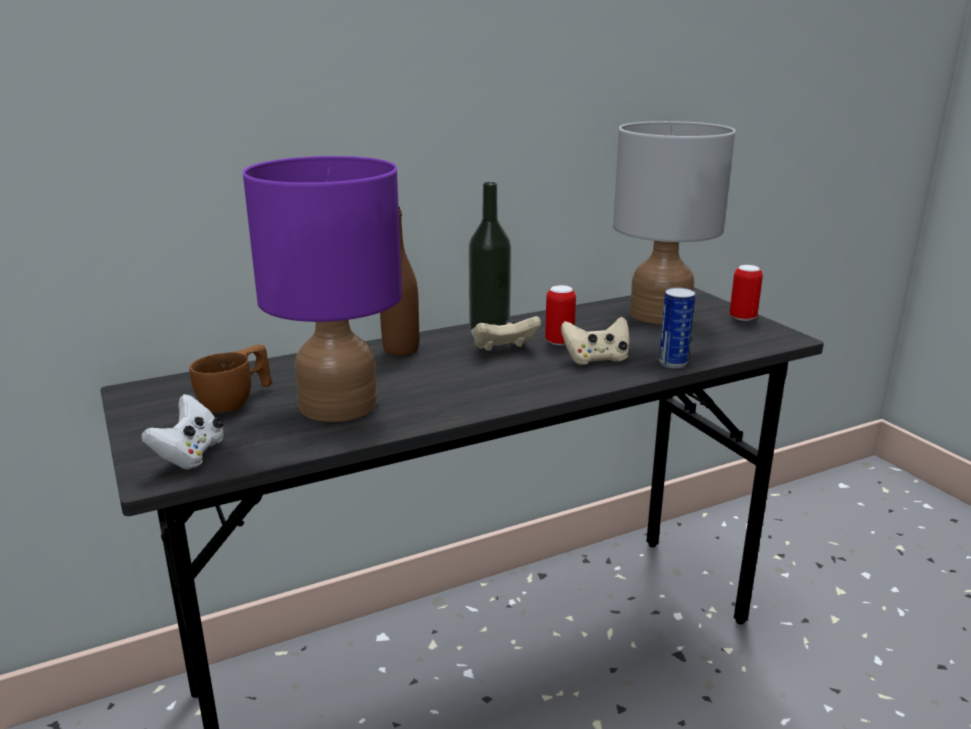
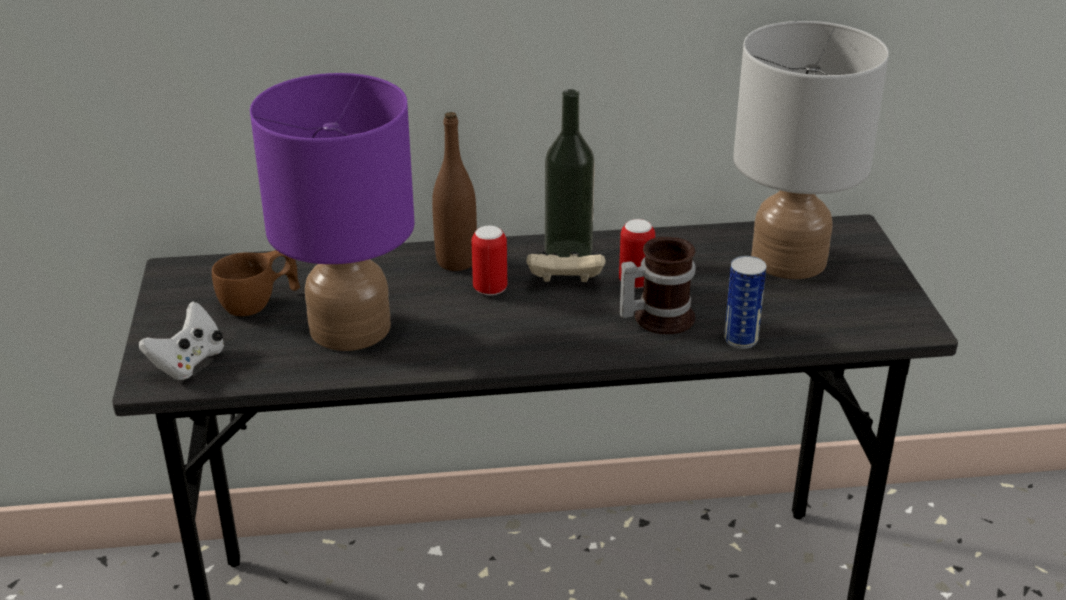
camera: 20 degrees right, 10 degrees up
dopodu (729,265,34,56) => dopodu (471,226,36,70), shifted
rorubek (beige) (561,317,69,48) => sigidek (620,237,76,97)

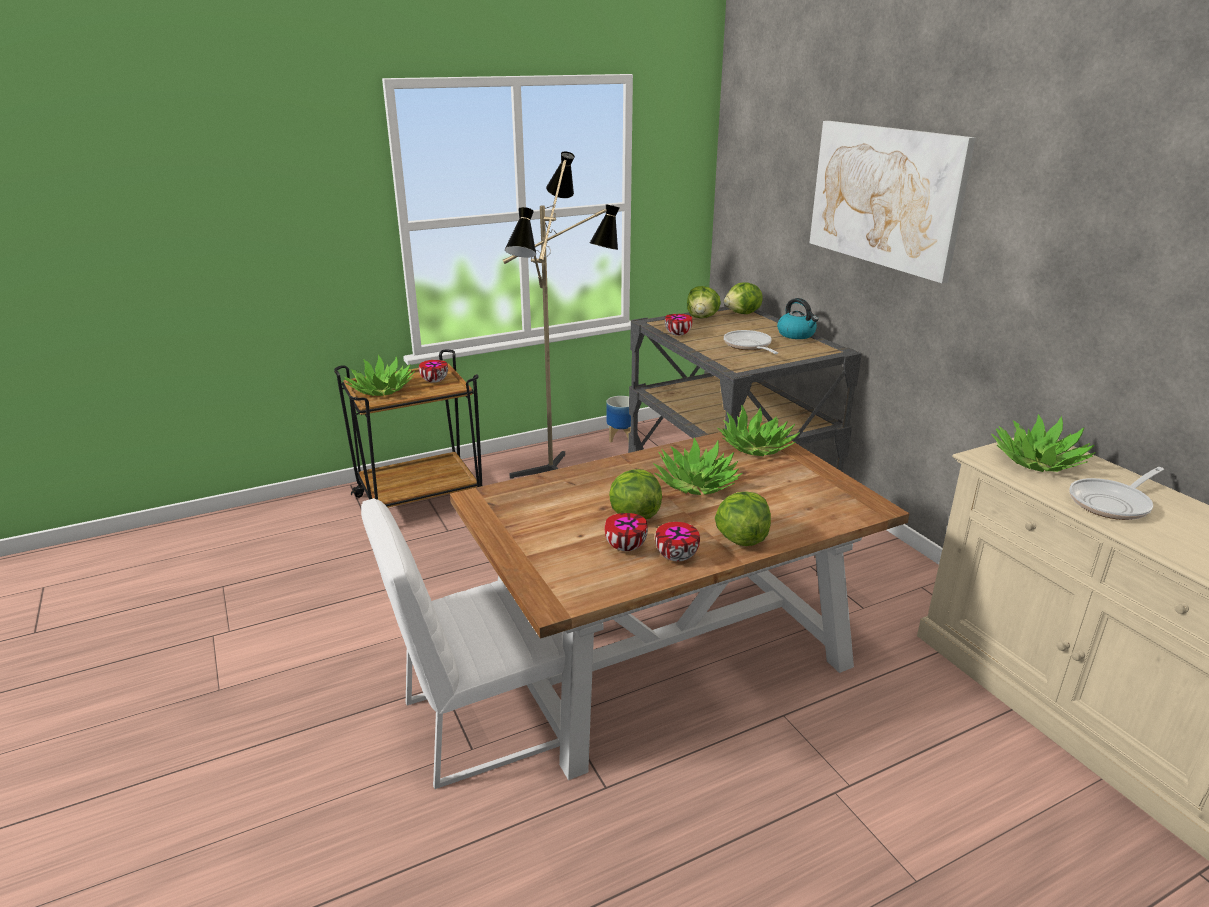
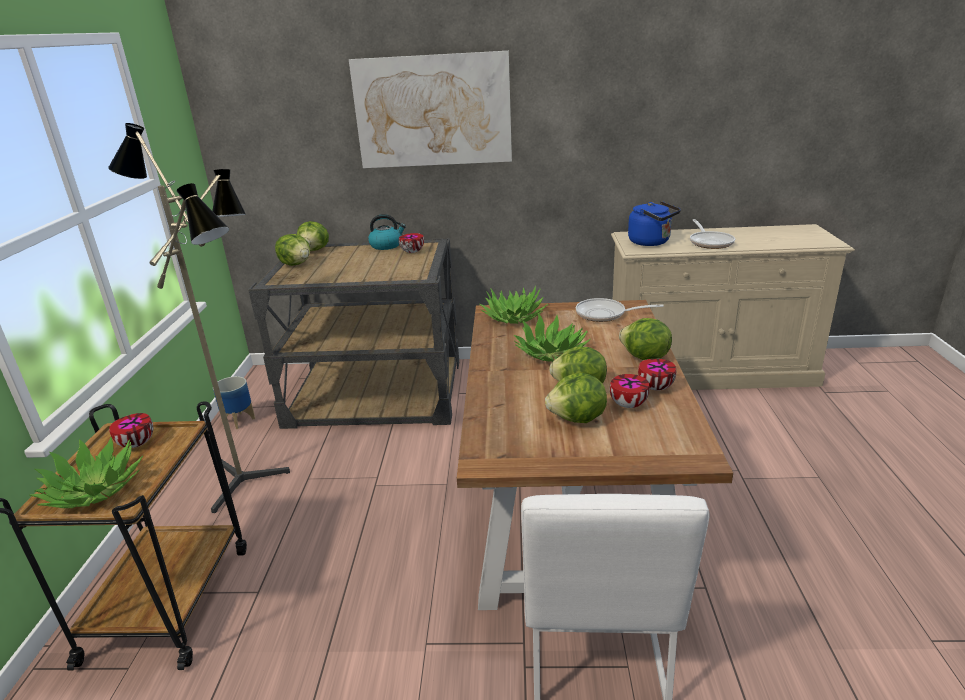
camera: 60 degrees left, 0 degrees up
nothing => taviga (545,373,62,50)
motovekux (665,314,27,22) => motovekux (399,233,25,20), shifted
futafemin (724,330,54,24) => futafemin (576,298,88,24), shifted
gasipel (991,414,105,58) => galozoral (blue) (628,201,53,45)

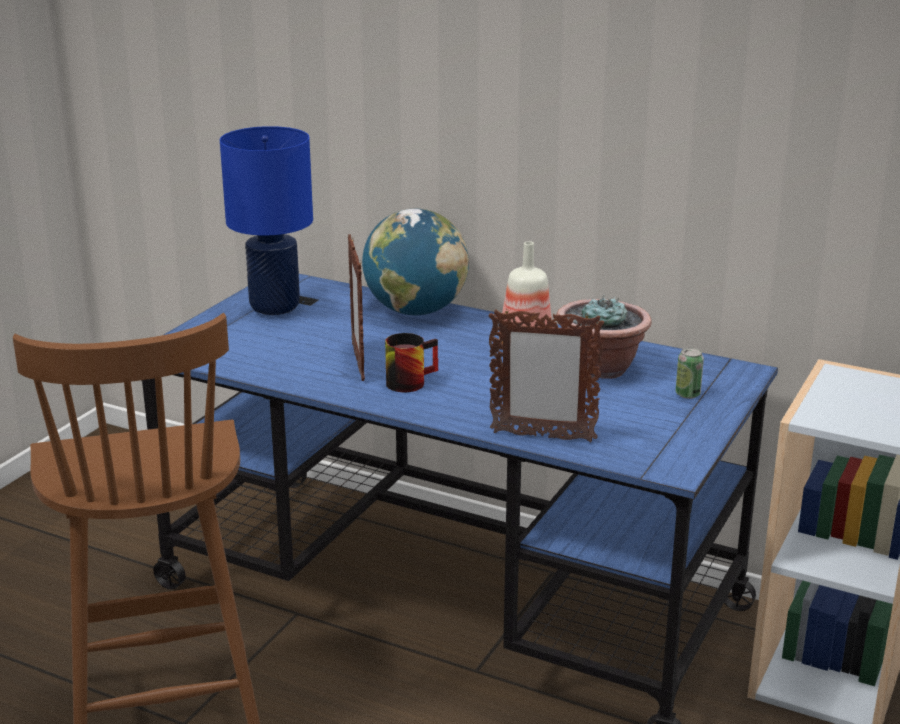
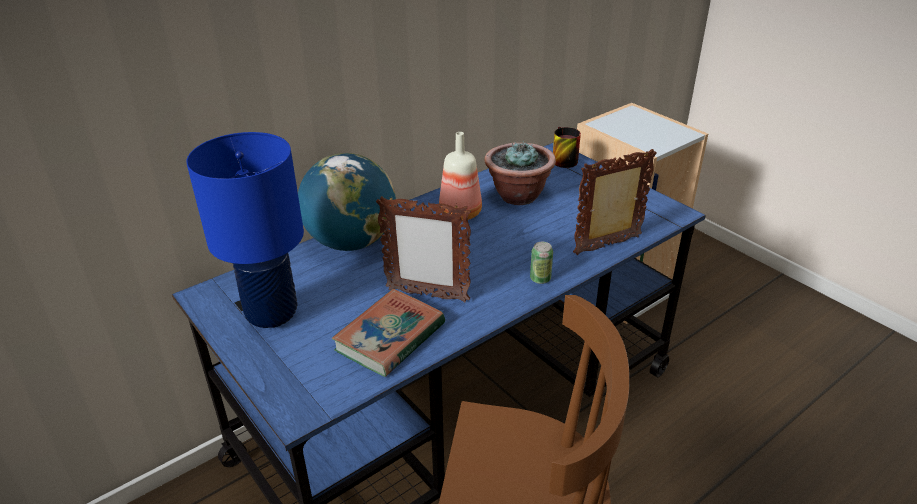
camera: 65 degrees left, 10 degrees up
nothing => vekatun (332,289,113,88)
sigidek (385,333,53,59) => sigidek (553,127,28,41), shifted
dopodu (676,347,28,52) => dopodu (530,242,23,42), shifted
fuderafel (489,309,115,133) => fuderafel (573,149,84,106), 150 degrees counterclockwise

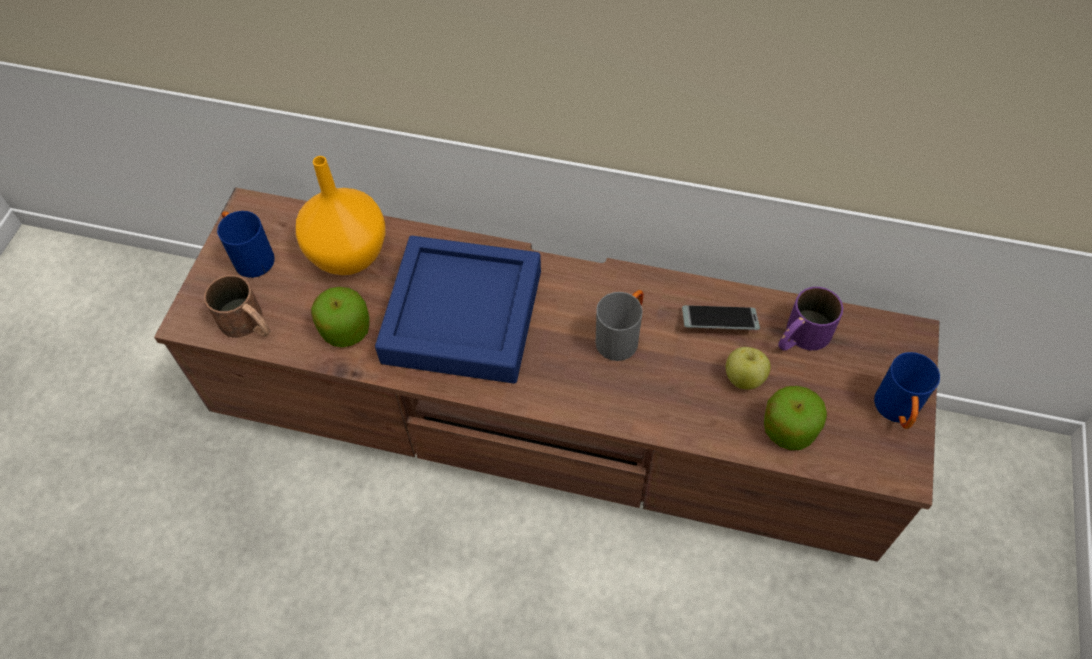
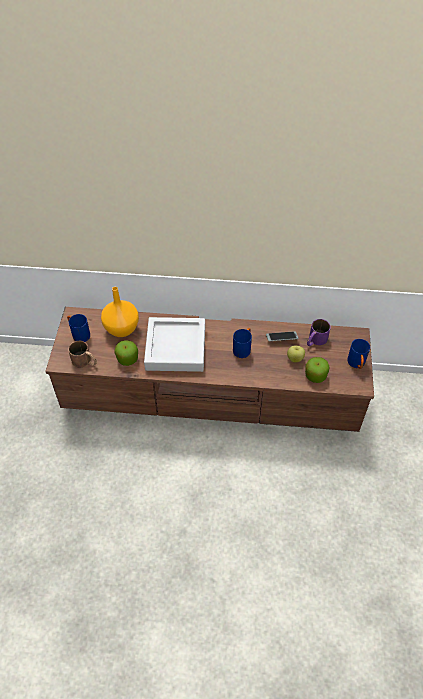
camera: 10 degrees left, 5 degrees down
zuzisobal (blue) (375,236,166,148) => zuzisobal (grey) (144,317,61,55)
sigidek (grey) (596,290,48,71) => sigidek (blue) (233,328,19,30)

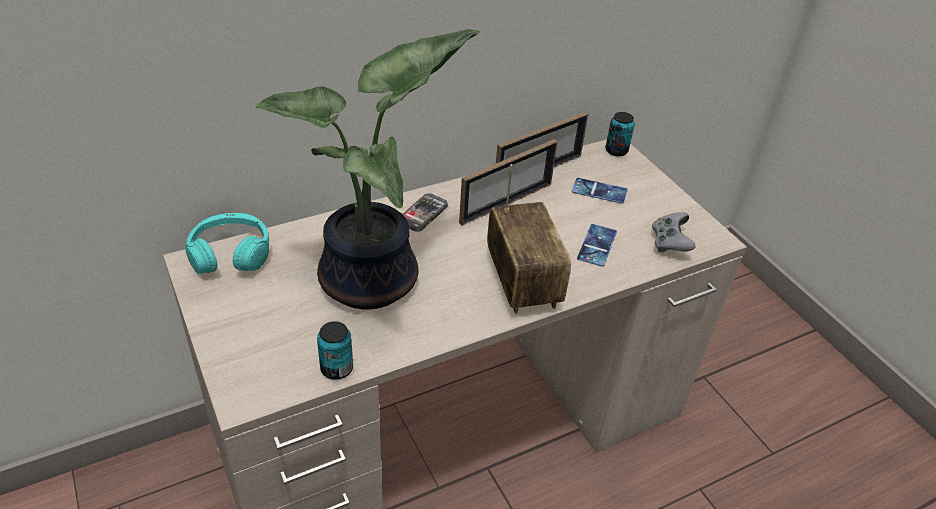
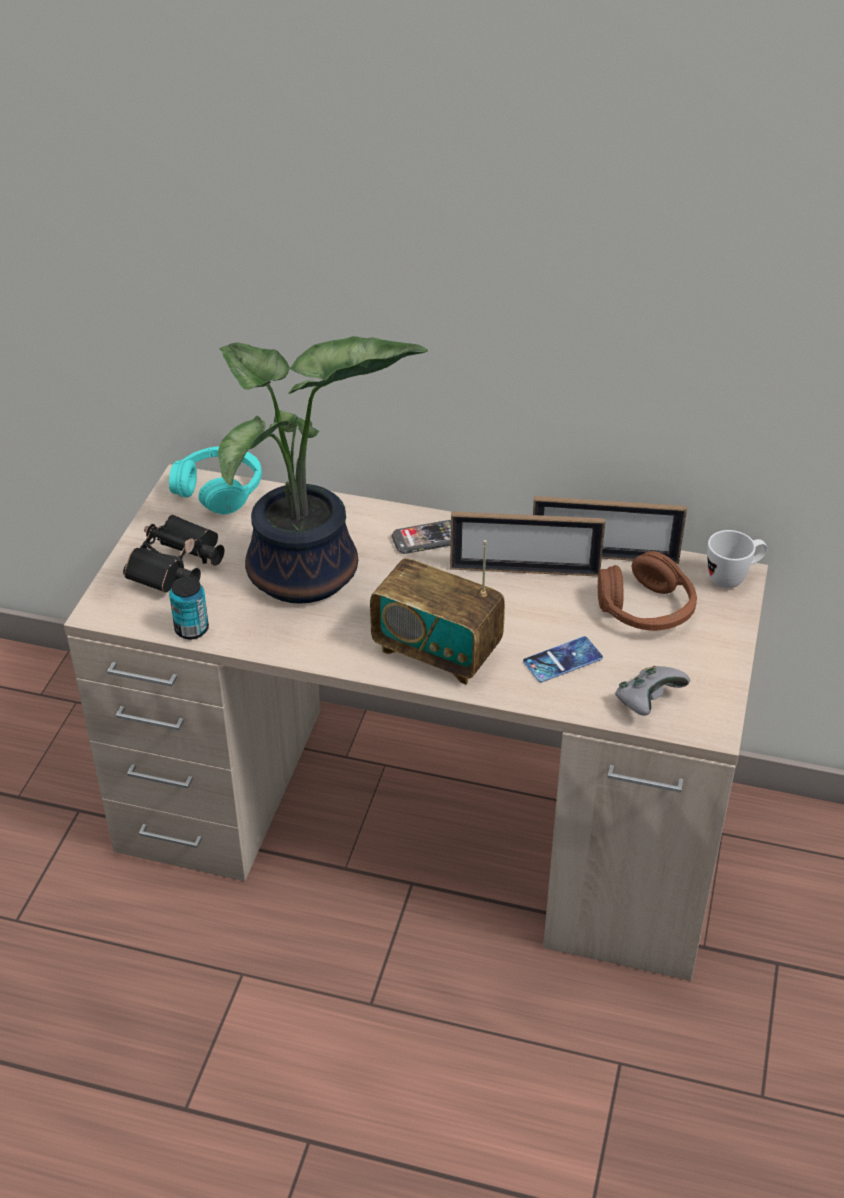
camera: 45 degrees right, 0 degrees up
nothing => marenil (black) (123,515,101,78)
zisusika (572,178,56,26) => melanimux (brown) (598,551,99,80)
dopodu (605,112,30,44) => sigidek (white) (707,530,61,58)
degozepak (487,164,84,150) => degozepak (370,540,135,145), 90 degrees clockwise

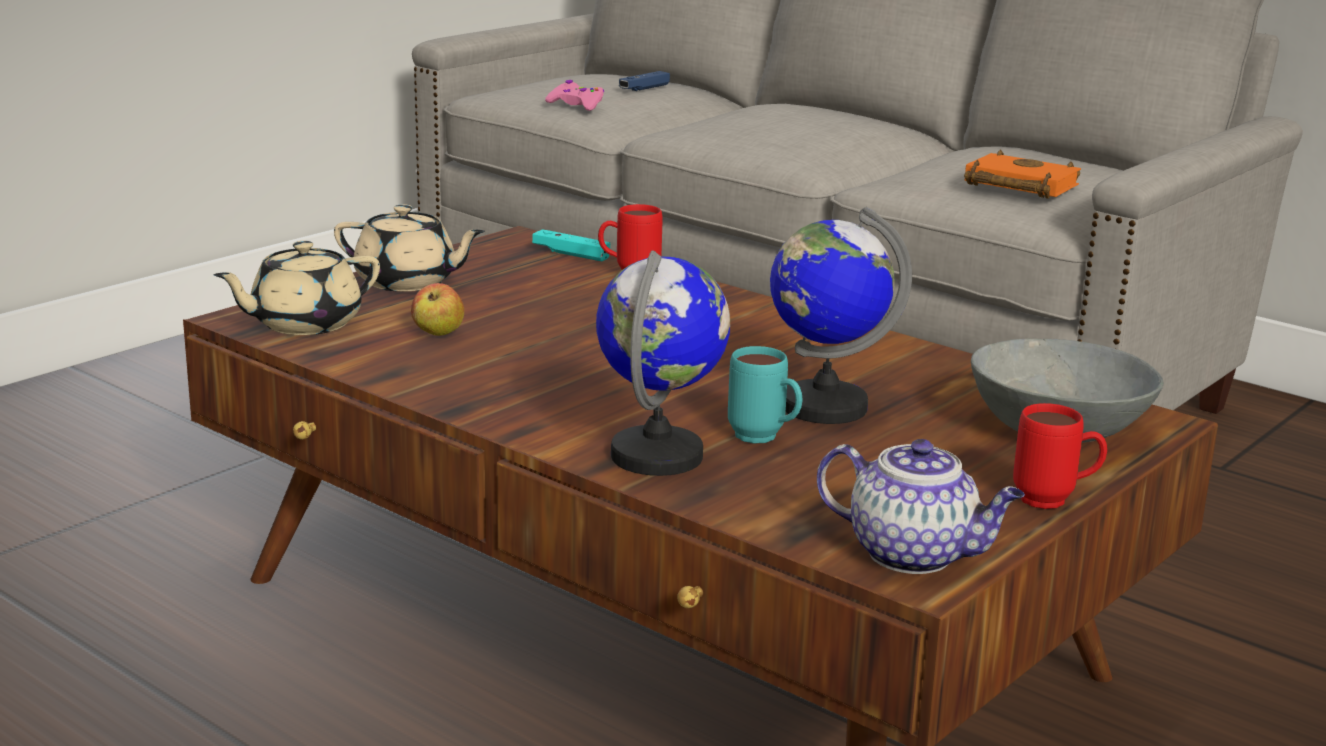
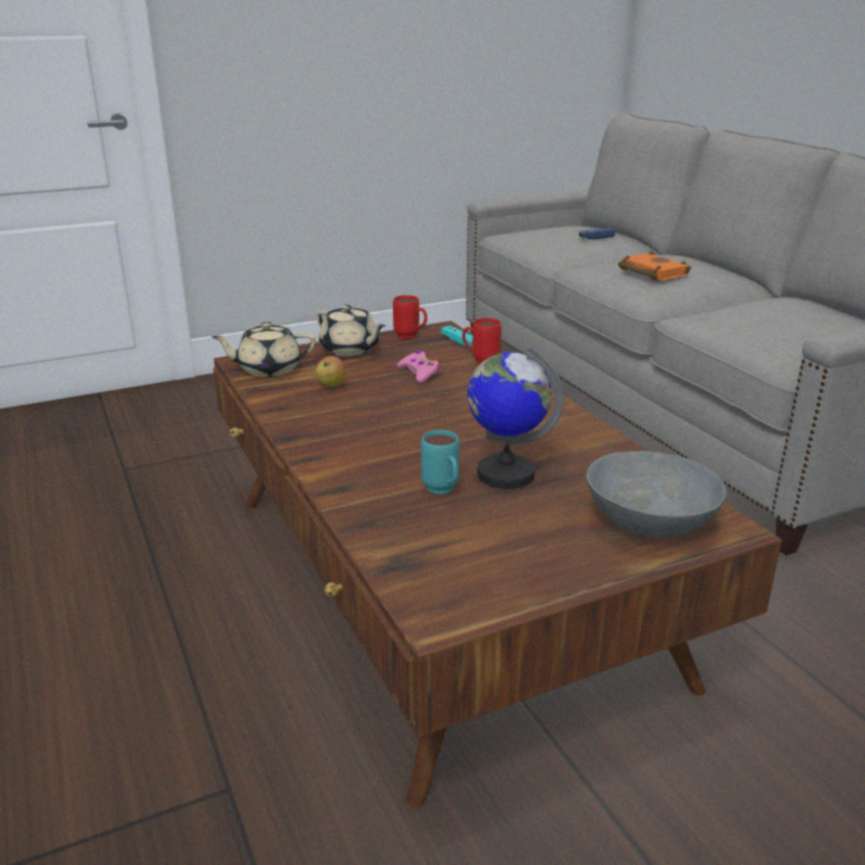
camera: 25 degrees right, 5 degrees up
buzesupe (596,250,134,226) => nothing
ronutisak (817,439,208,135) => nothing
rorubek (pink) (545,80,59,31) => rorubek (pink) (397,350,43,33), shifted
vekatun (orange) (964,149,117,50) => vekatun (orange) (618,251,73,30), shifted
sigidek (red) (1013,403,94,106) => sigidek (red) (393,295,34,44), shifted

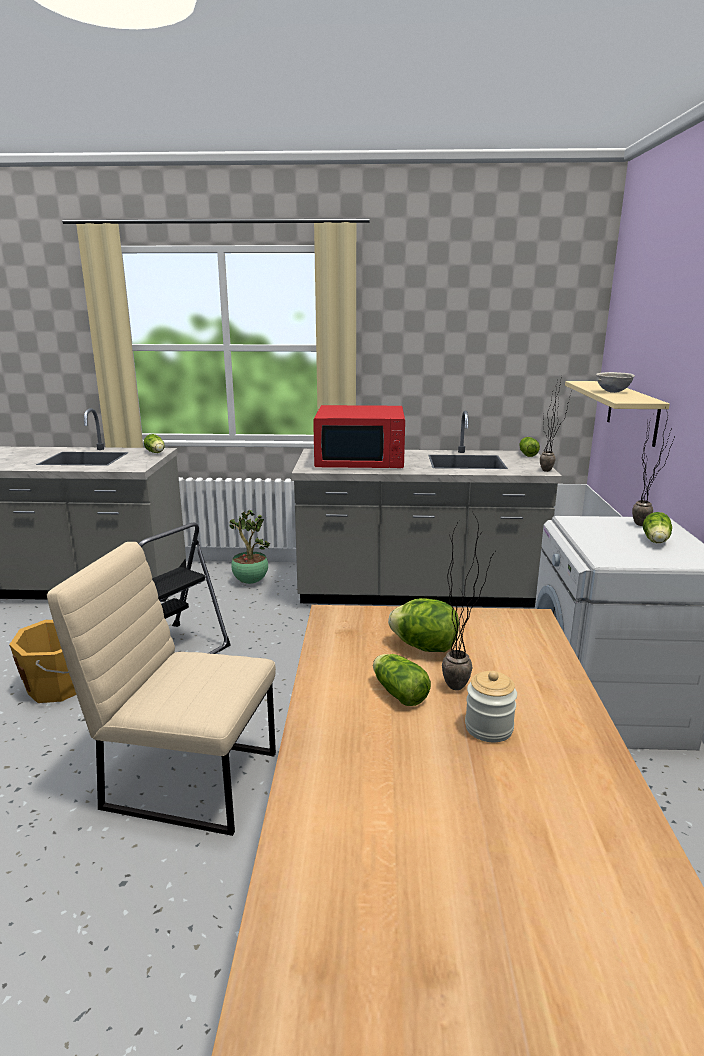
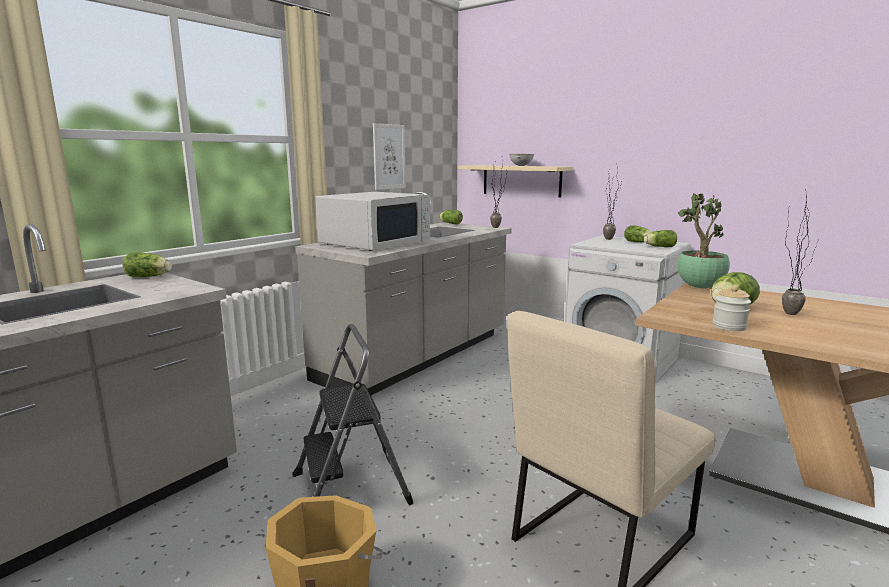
camera: 55 degrees left, 5 degrees down
nothing => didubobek (373,123,33,67)
gasipel (229,510,42,74) => gasipel (678,193,52,95), shifted
taviga (373,654,58,52) => taviga (644,230,33,17), shifted
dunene (465,671,52,71) => dunene (712,286,39,45), shifted
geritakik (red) (313,405,92,63) => geritakik (white) (315,192,115,59)

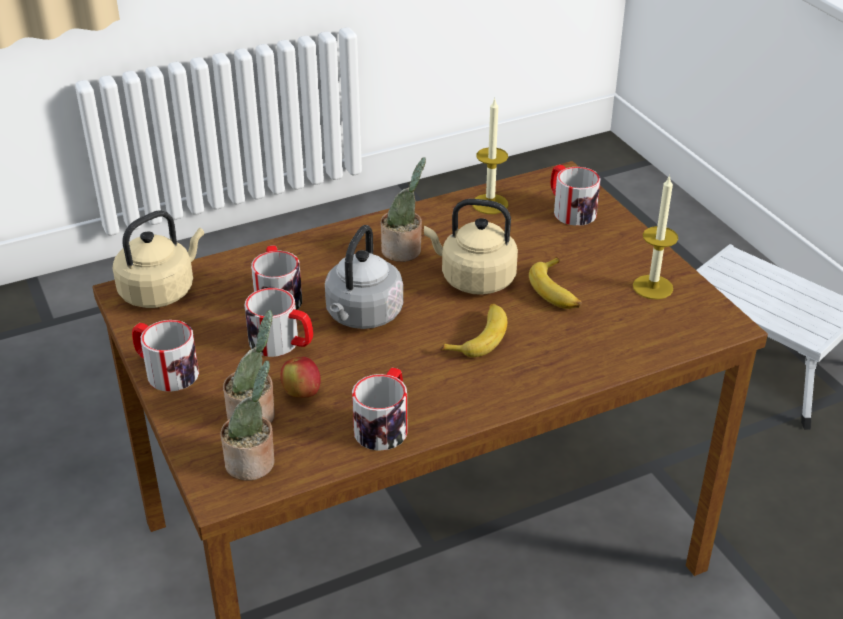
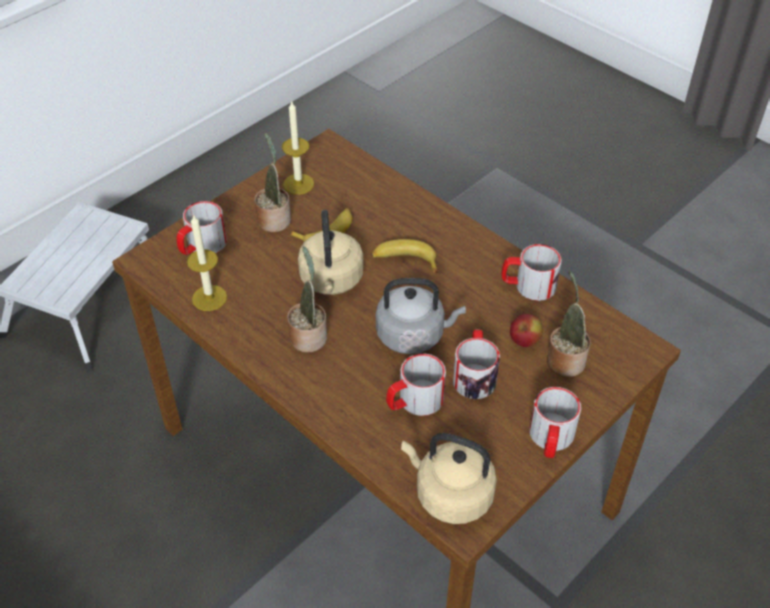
camera: 110 degrees left, 10 degrees up
gasipel (220,360,54,120) => gasipel (254,132,37,100), shifted

